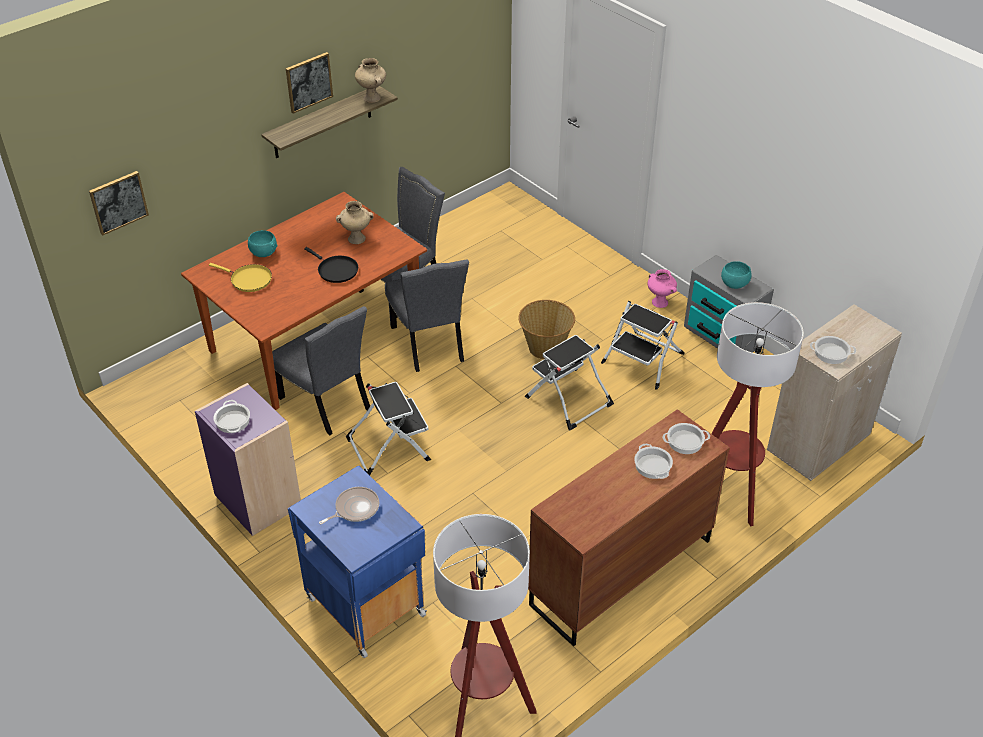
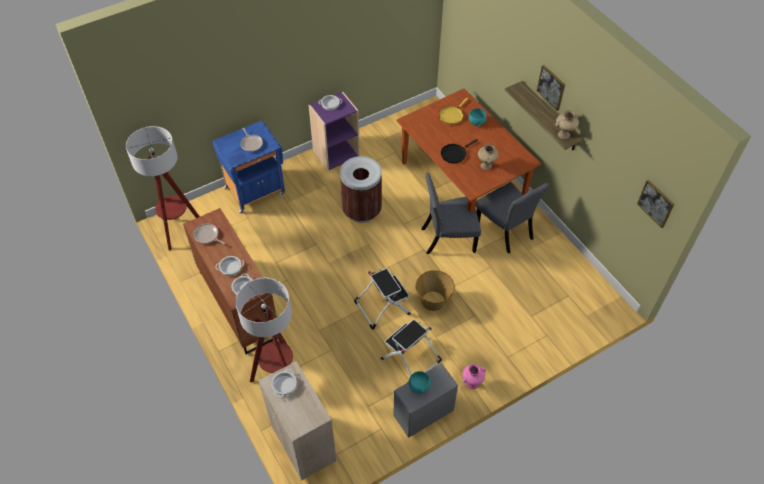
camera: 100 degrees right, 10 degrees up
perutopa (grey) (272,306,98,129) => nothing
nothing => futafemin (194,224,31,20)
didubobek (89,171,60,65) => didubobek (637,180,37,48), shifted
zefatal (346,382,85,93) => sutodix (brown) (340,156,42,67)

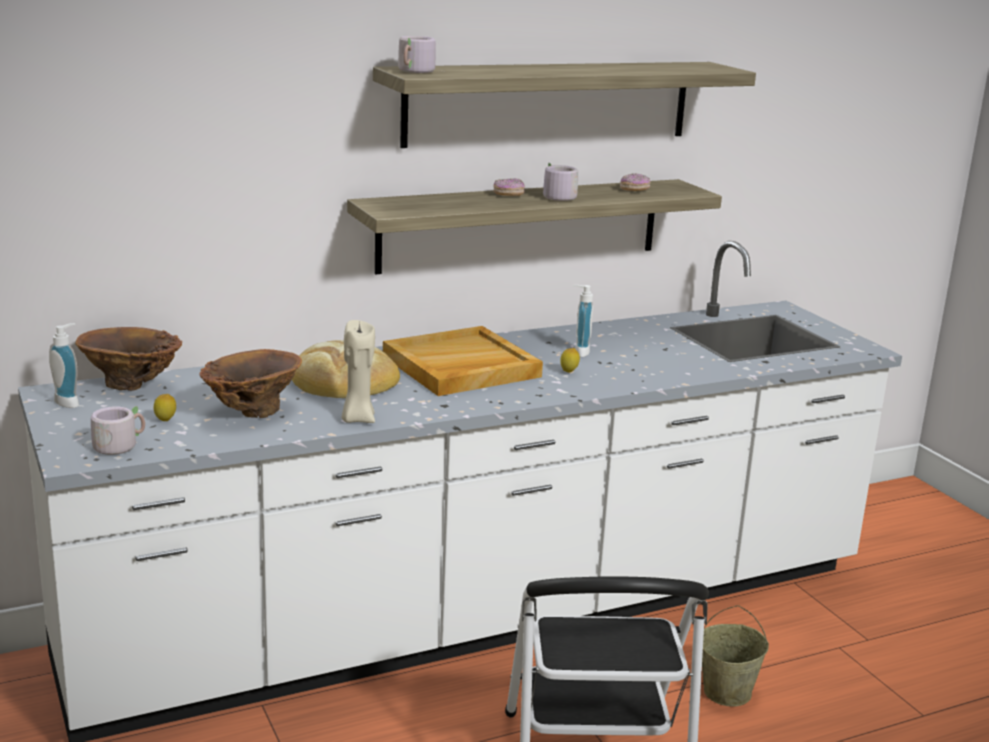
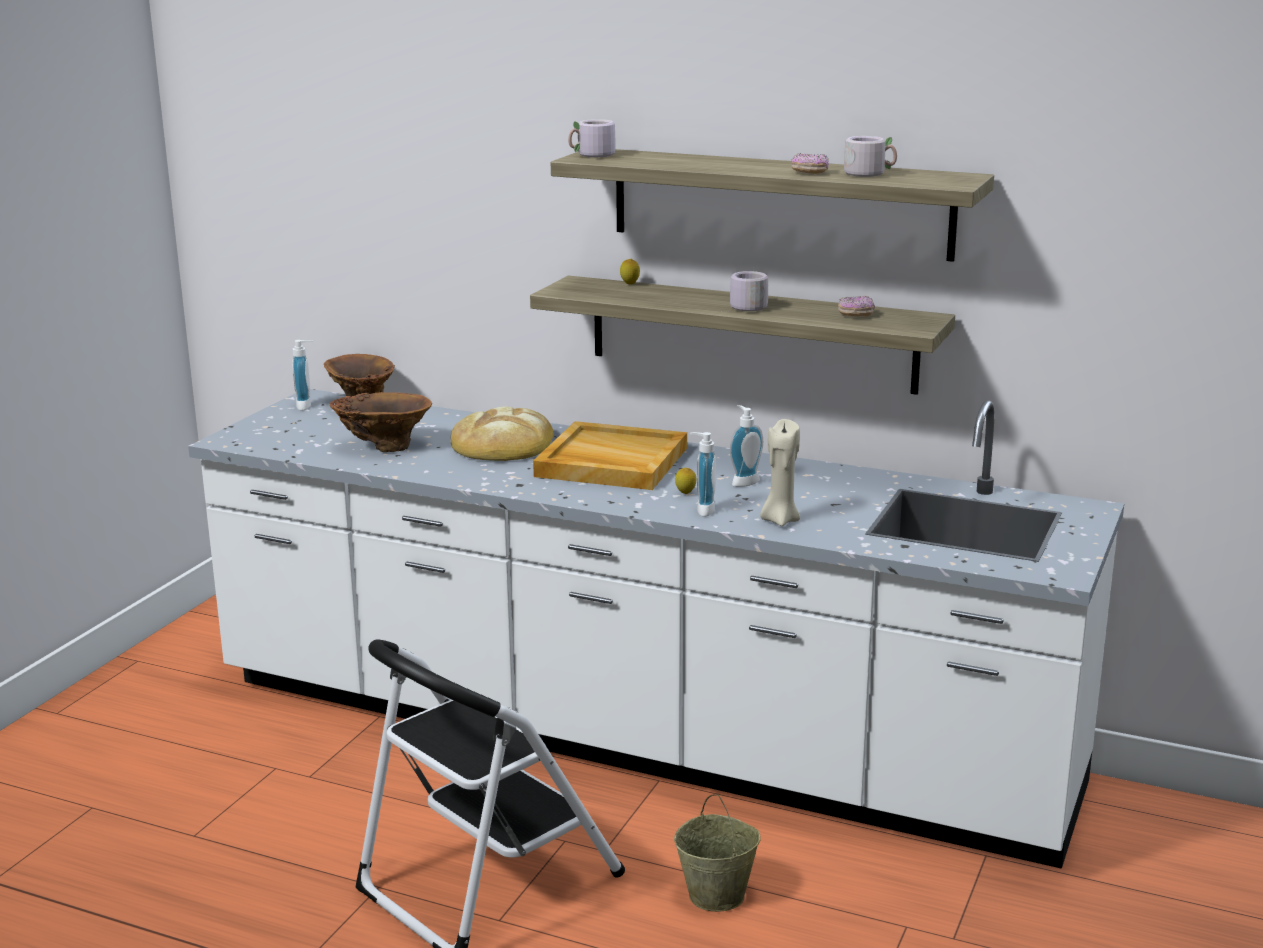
camera: 50 degrees right, 0 degrees up
nothing => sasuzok (690,432,26,85)
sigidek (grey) (84,406,61,49) => sigidek (grey) (843,136,54,41), shifted
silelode (154,394,22,27) => silelode (620,259,20,26), shifted
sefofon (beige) (341,320,34,103) => sefofon (beige) (760,419,40,107), shifted
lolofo (493,178,32,18) => lolofo (791,153,38,21), shifted

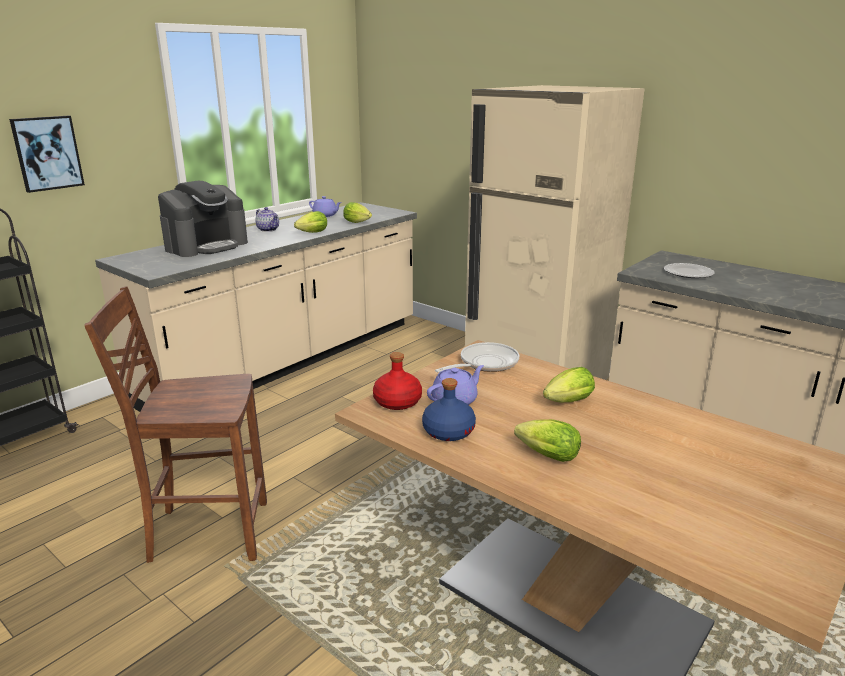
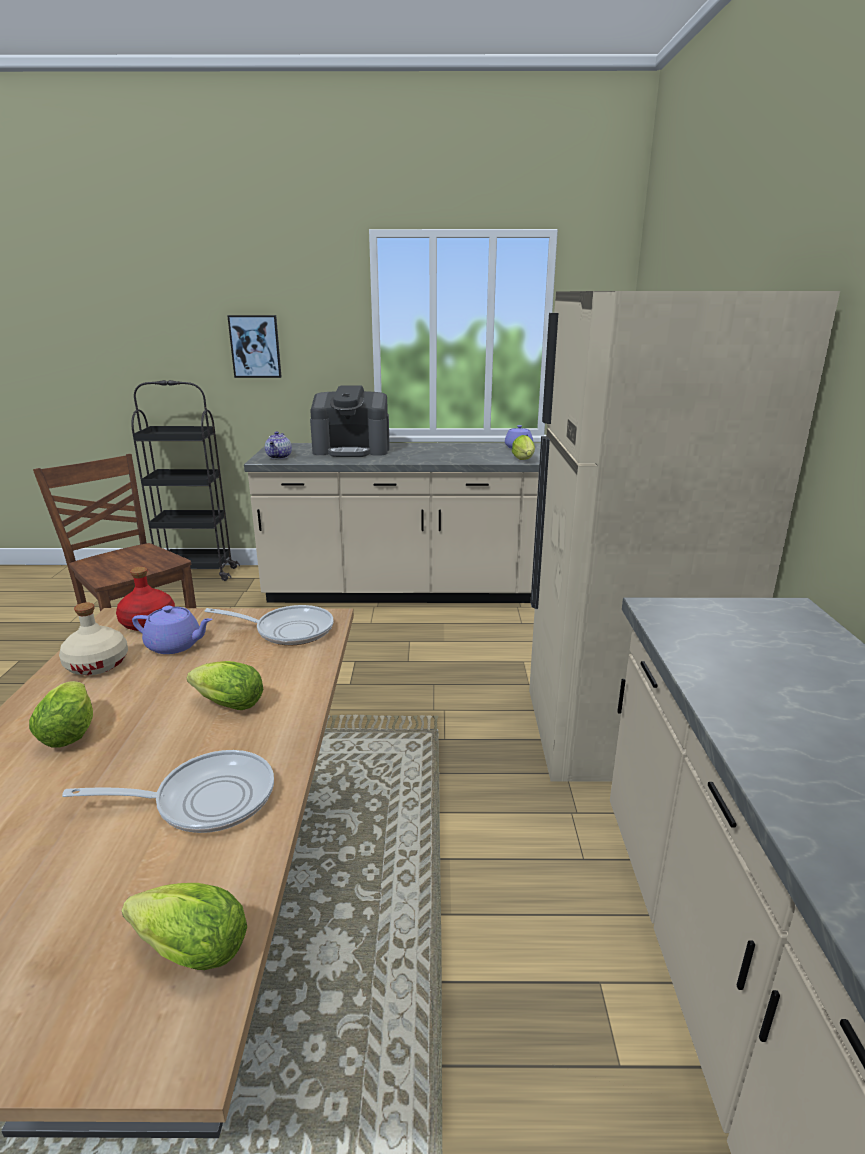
camera: 50 degrees right, 0 degrees up
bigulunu (664,263,51,15) => nothing
nothing => futafemin (62,750,212,83)
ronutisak (255,207,24,25) => ronutisak (265,431,27,28), shifted
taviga (294,211,33,22) => taviga (122,883,125,87), shifted
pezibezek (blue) (422,378,54,63) => pezibezek (beige) (59,602,69,73)

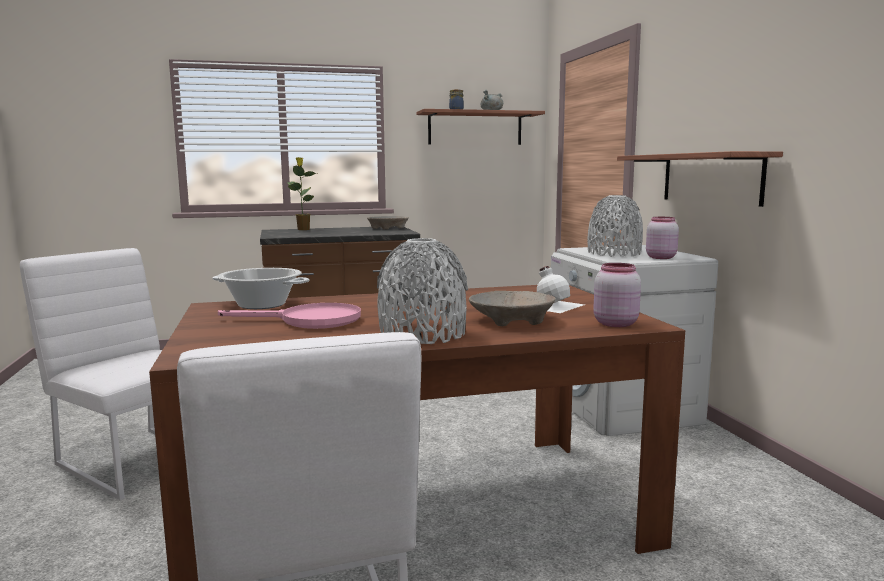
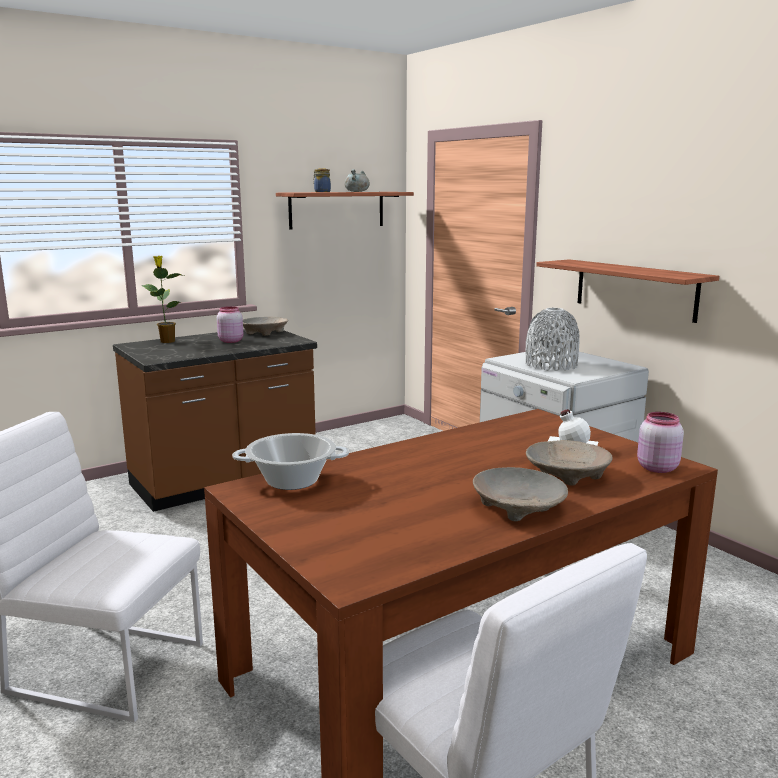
camera: 20 degrees left, 5 degrees up
futafemin (pink) (218,303,143,26) => nothing
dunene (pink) (646,217,33,42) => dunene (pink) (217,306,26,37), shifted
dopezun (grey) (377,238,91,106) => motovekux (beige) (473,467,95,54)

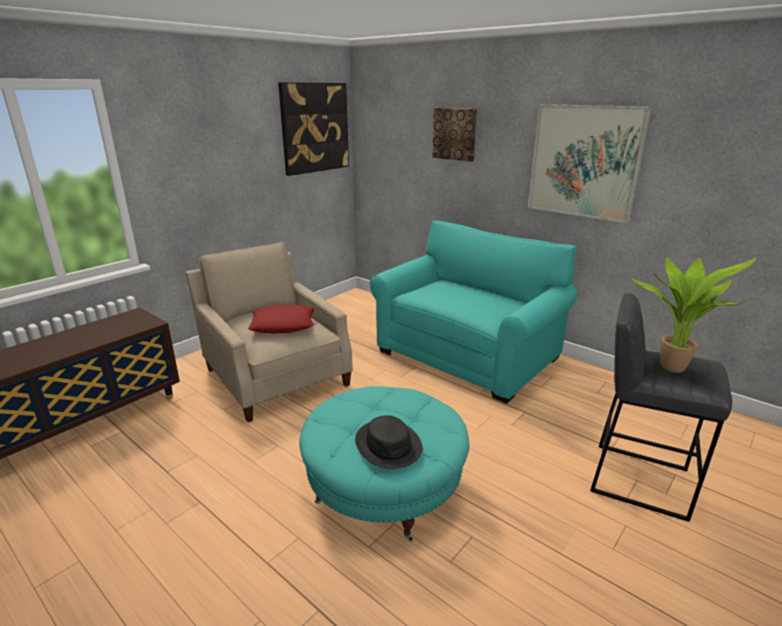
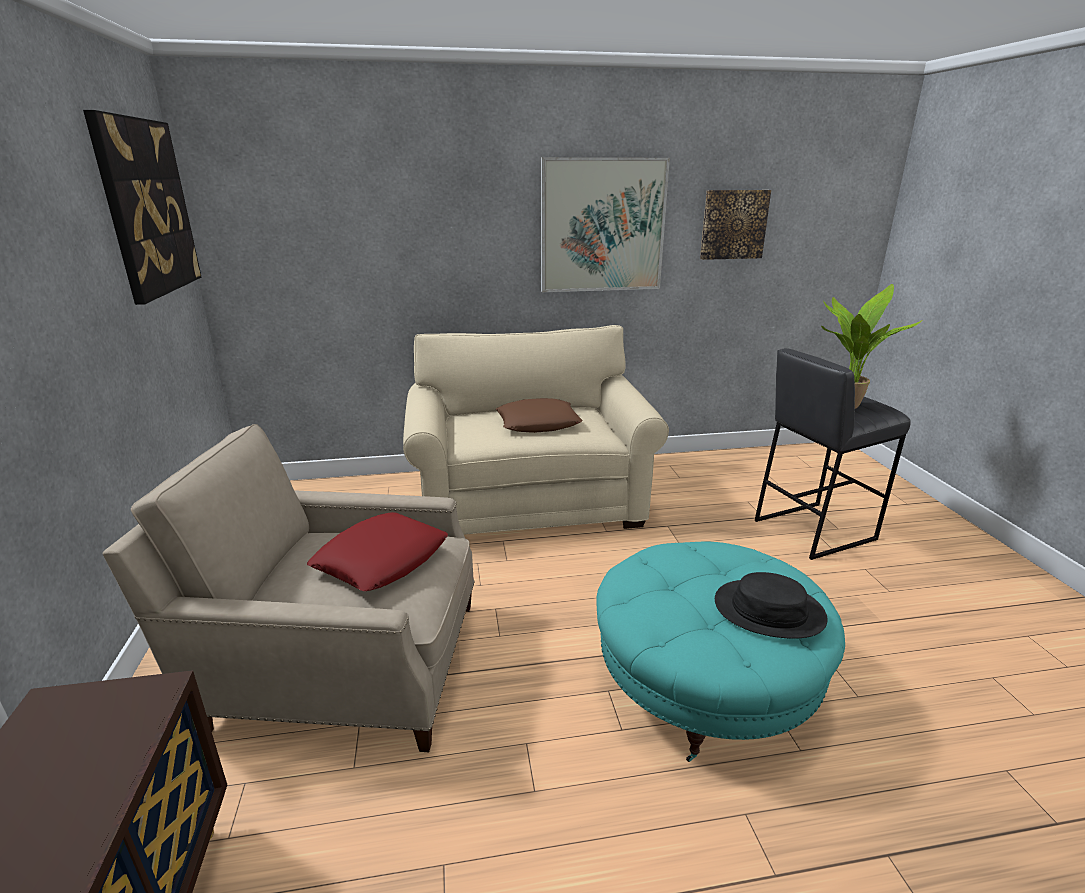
camera: 50 degrees left, 0 degrees up
nothing => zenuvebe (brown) (496,398,87,35)
didubobek (432,108,45,54) => didubobek (700,190,71,70), shifted
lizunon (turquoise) (370,220,207,184) => lizunon (beige) (403,325,266,210)

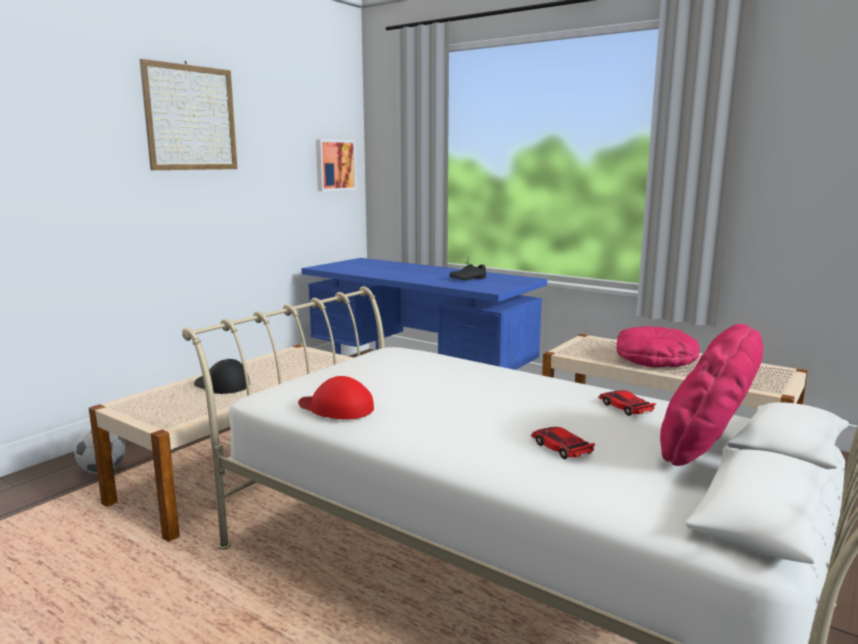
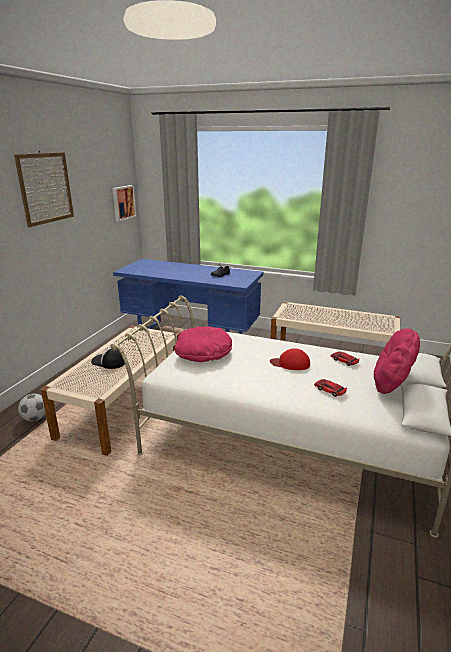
camera: 15 degrees left, 10 degrees up
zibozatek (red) (298,376,76,43) => zibozatek (red) (270,348,40,22), shifted
zenuvebe (pink) (617,326,83,42) => zenuvebe (pink) (175,326,57,36), shifted

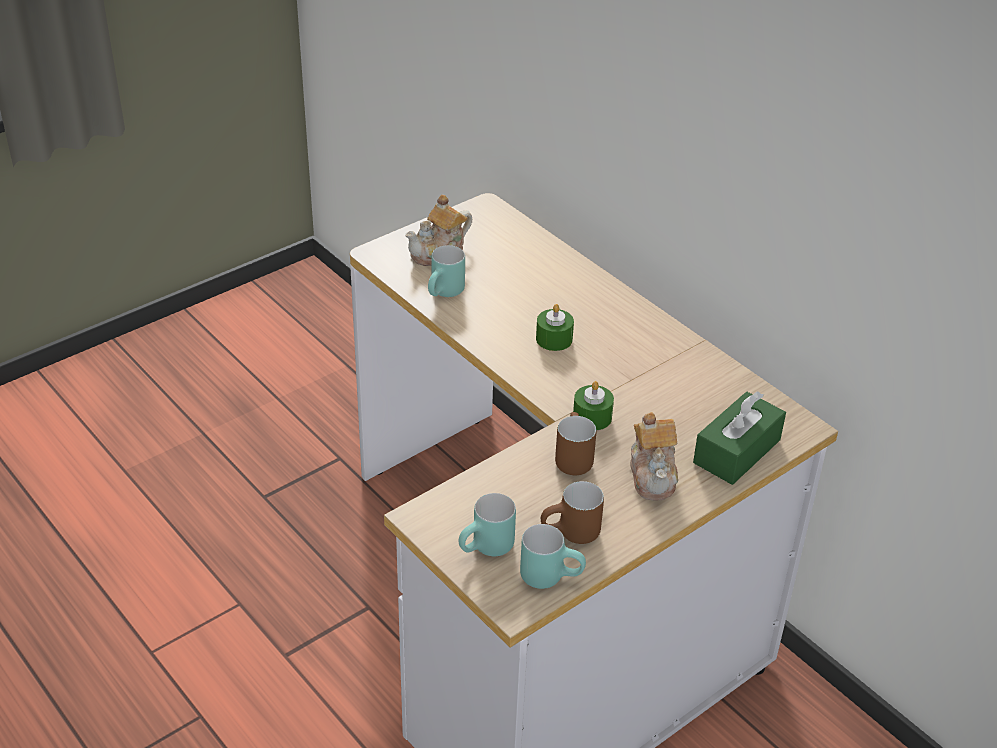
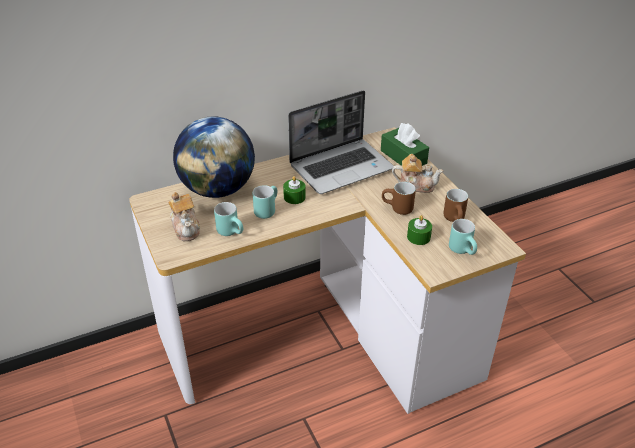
camera: 75 degrees left, 0 degrees up
nothing => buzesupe (173,116,82,82)
nothing => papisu (288,90,106,104)
sigidek (turquoise) (520,524,66,65) => sigidek (turquoise) (253,185,24,34), shifted
sefofon (green) (573,381,41,49) => sefofon (green) (407,215,25,30), shifted

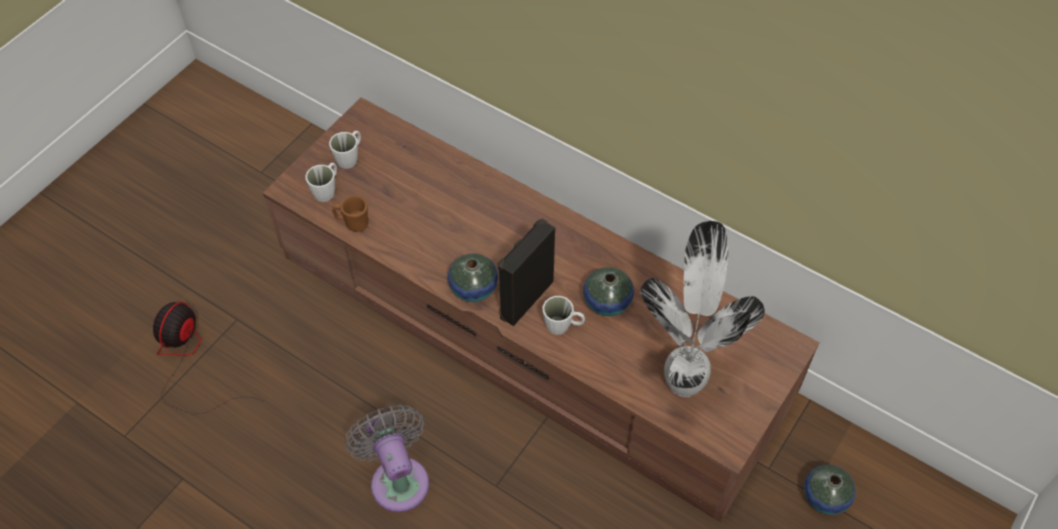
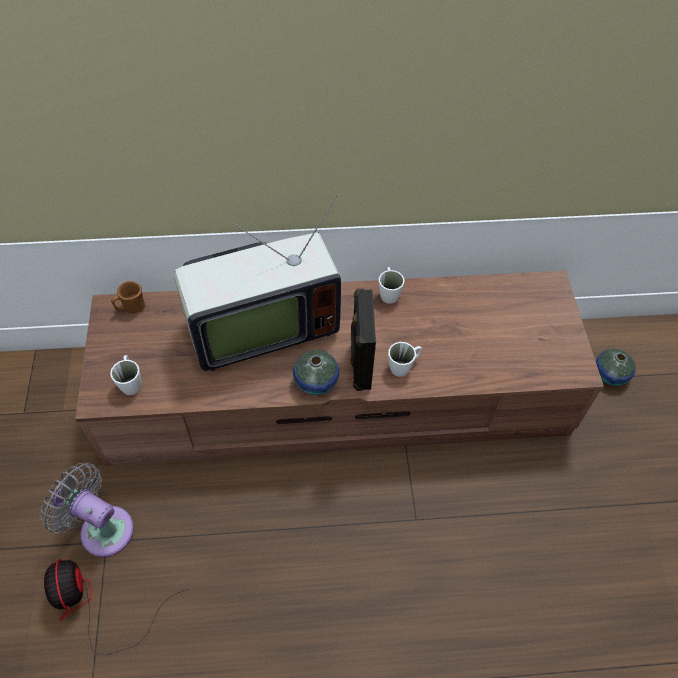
camera: 40 degrees left, 0 degrees up
dopezun (583,267,51,49) => nothing
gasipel (640,221,125,176) => nothing
nothing => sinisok (174,194,167,177)
sigidek (white) (329,131,32,38) => sigidek (white) (379,267,25,37), shifted
sigidek (brown) (332,195,37,37) => sigidek (brown) (111,281,34,32), shifted
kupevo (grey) (346,405,83,108) => kupevo (grey) (41,463,93,94), shifted

